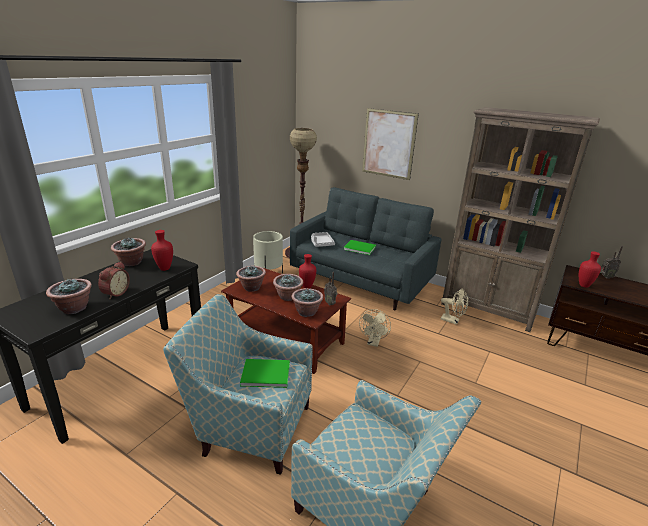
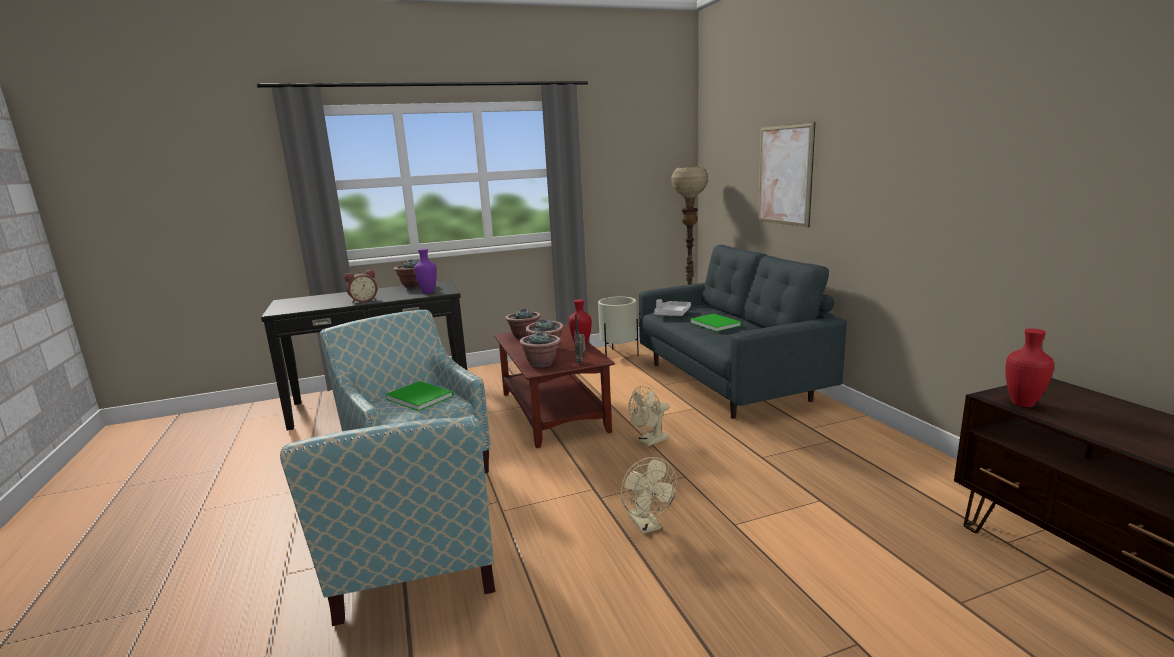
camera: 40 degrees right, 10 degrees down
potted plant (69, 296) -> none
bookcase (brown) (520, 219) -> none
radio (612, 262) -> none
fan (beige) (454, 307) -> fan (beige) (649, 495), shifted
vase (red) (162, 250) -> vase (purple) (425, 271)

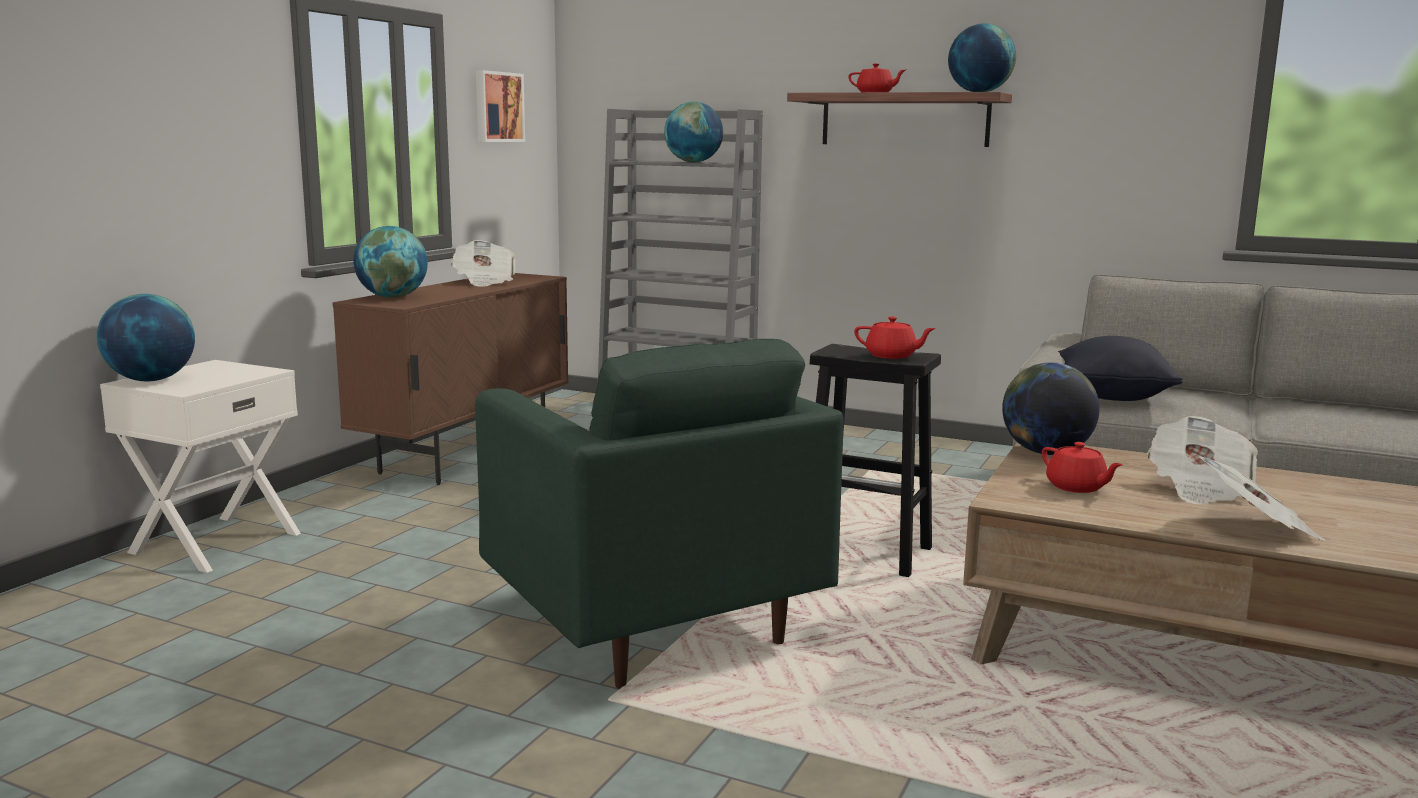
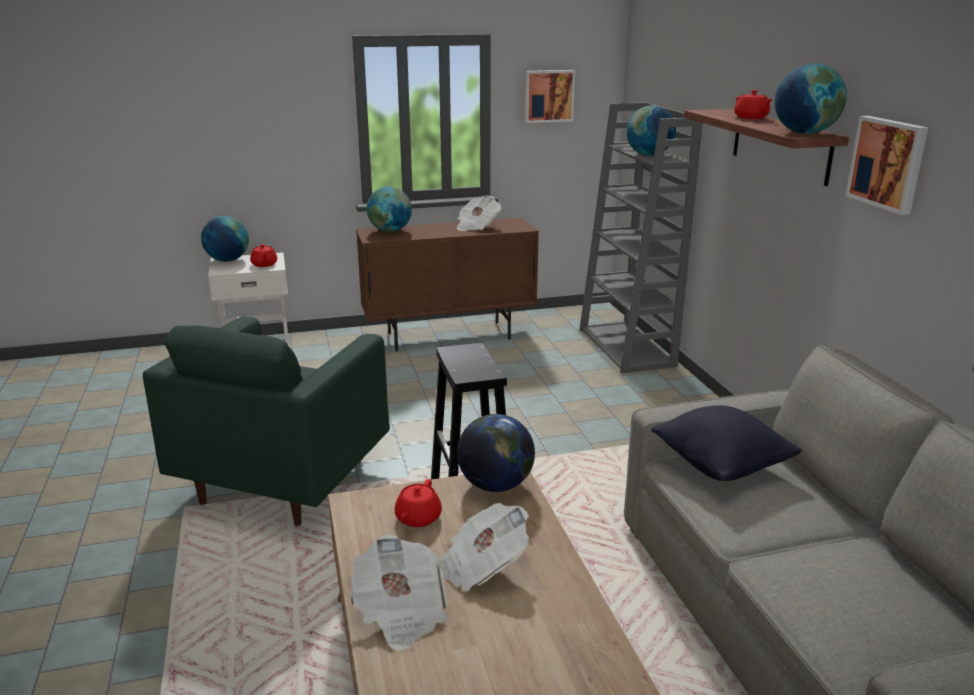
camera: 50 degrees right, 10 degrees up
none -> picture (886, 165)
teapot (red) (895, 337) -> teapot (red) (263, 255), shifted

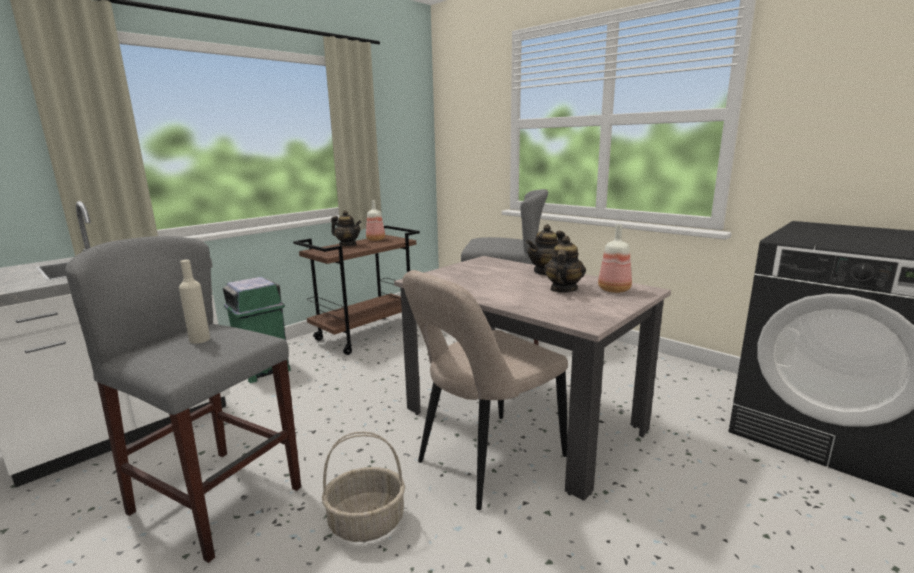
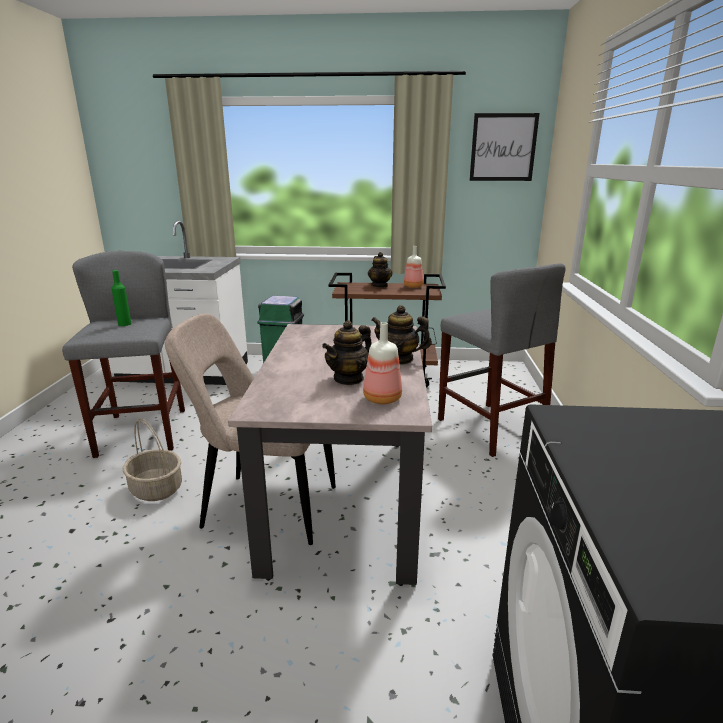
camera: 50 degrees right, 5 degrees up
none -> picture (504, 147)
bottle (beige) (194, 302) -> bottle (green) (121, 298)
teapot (565, 264) -> teapot (346, 352), 150 degrees clockwise

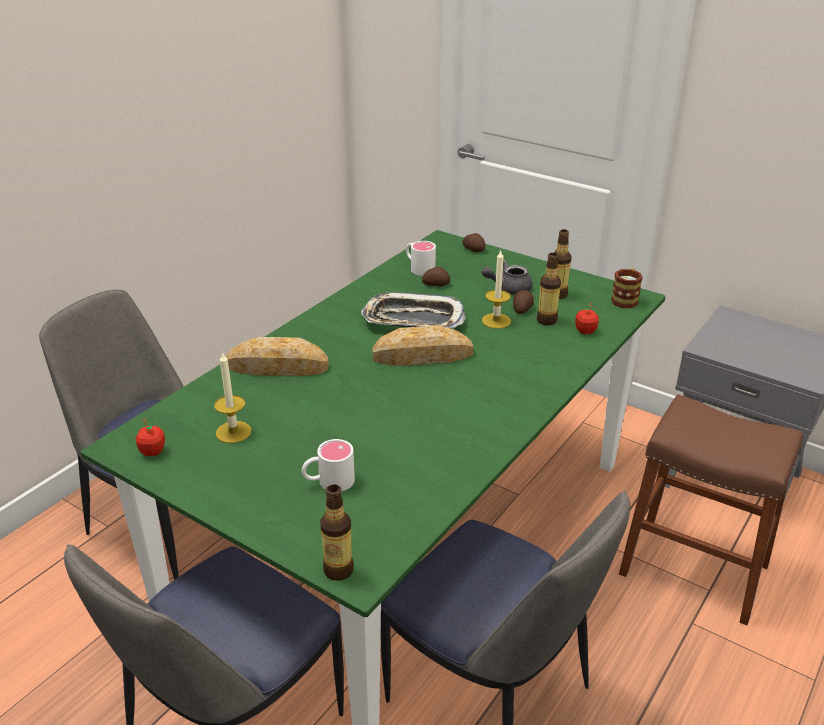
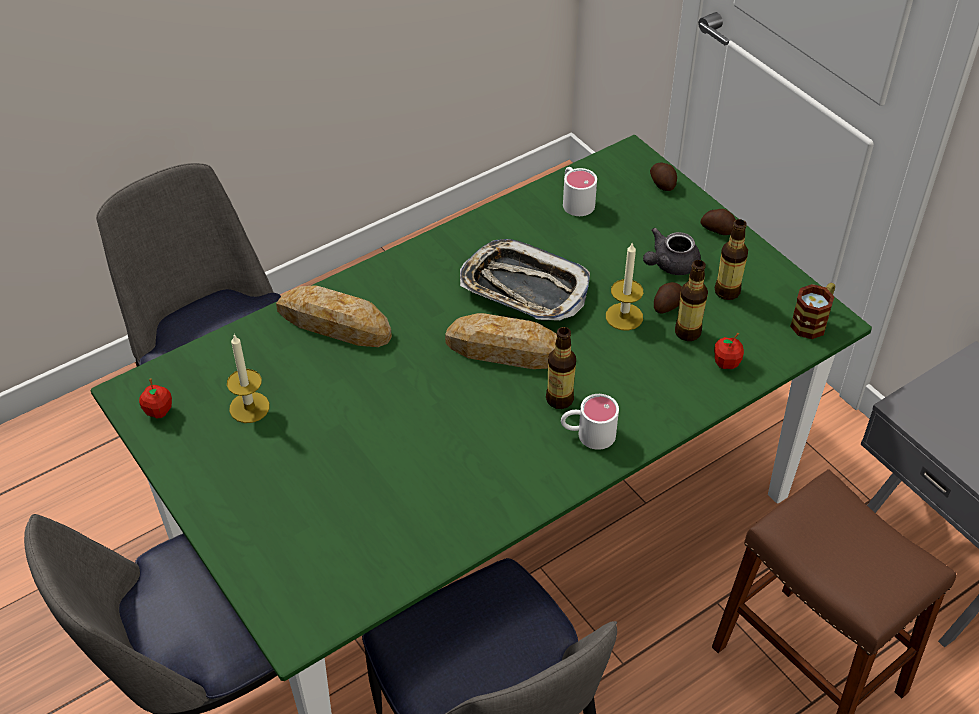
camera: 20 degrees right, 15 degrees up
mug (white) (328, 465) -> mug (white) (590, 422), shifted
bottle (337, 532) -> bottle (561, 368), shifted
potato (436, 277) -> potato (718, 222), shifted
teapot (grey) (507, 277) -> teapot (grey) (672, 251), 45 degrees counterclockwise

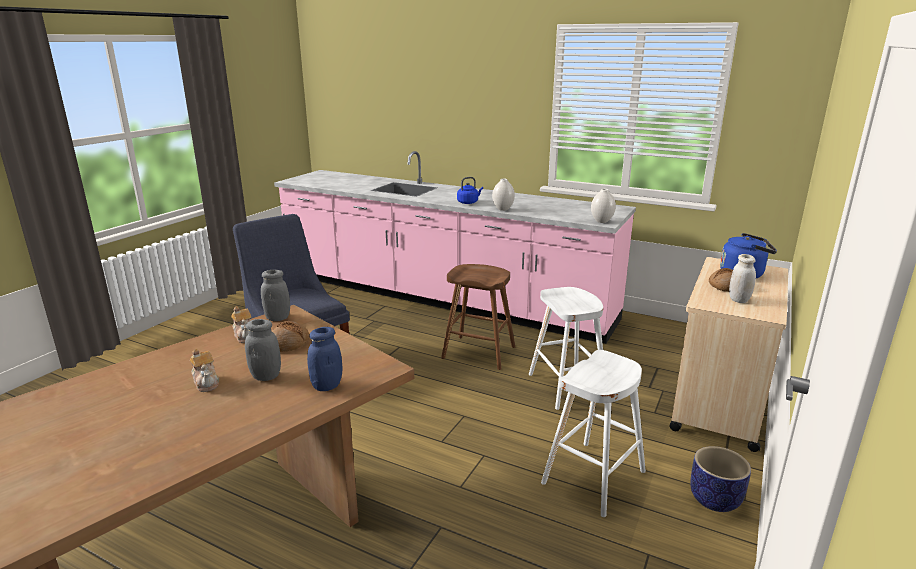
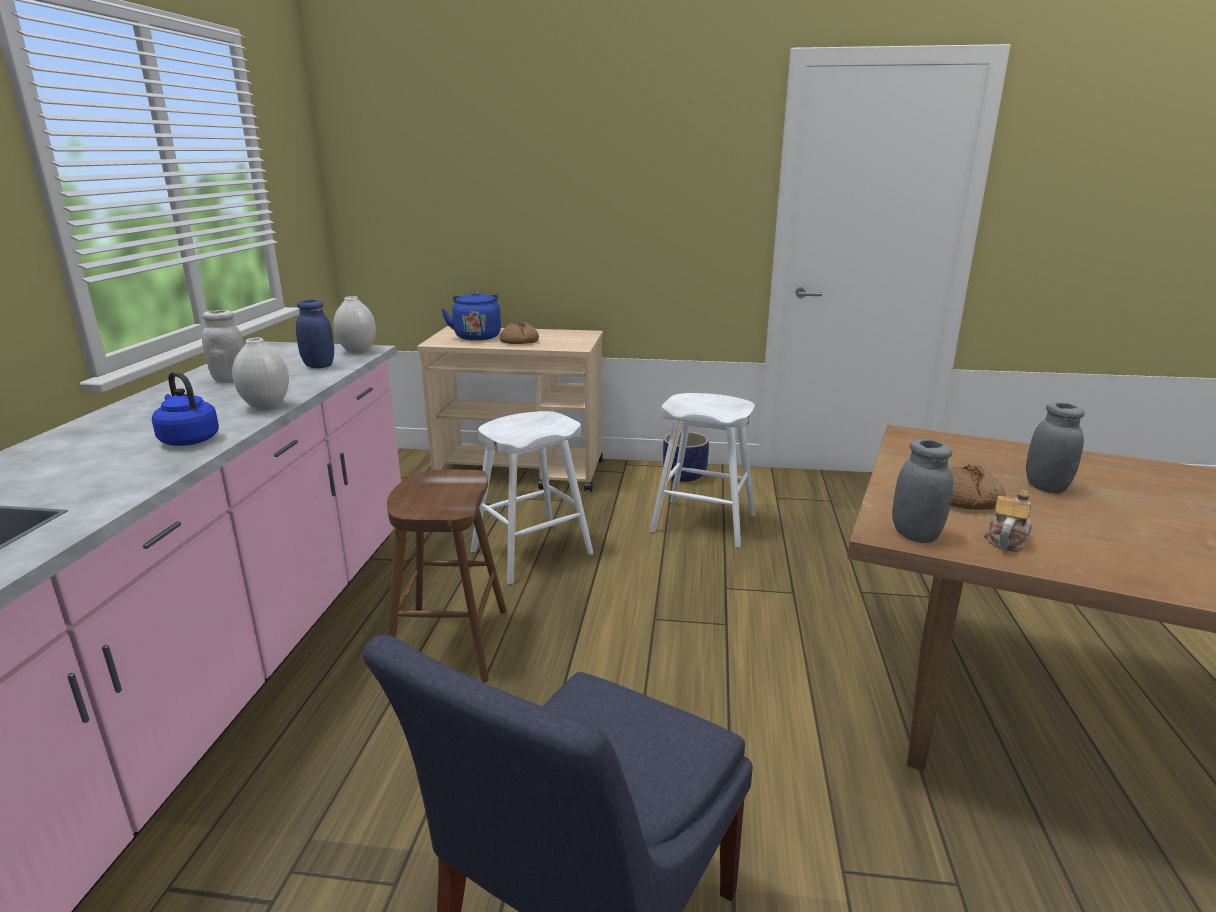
camera: 110 degrees left, 0 degrees up
teapot (204, 370) -> none
jar (blue) (325, 359) -> jar (blue) (315, 334), shifted
jar (white) (742, 278) -> jar (white) (223, 346), shifted

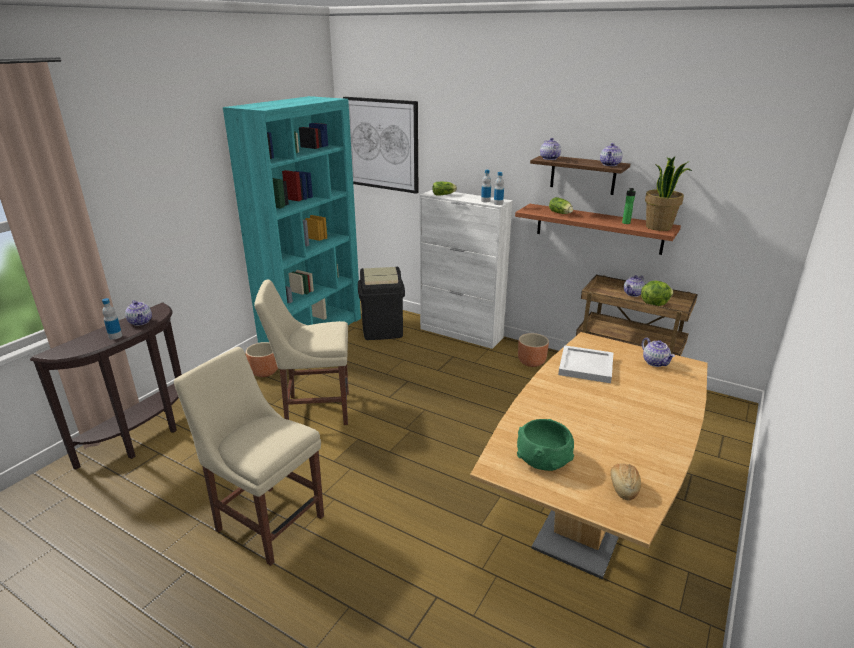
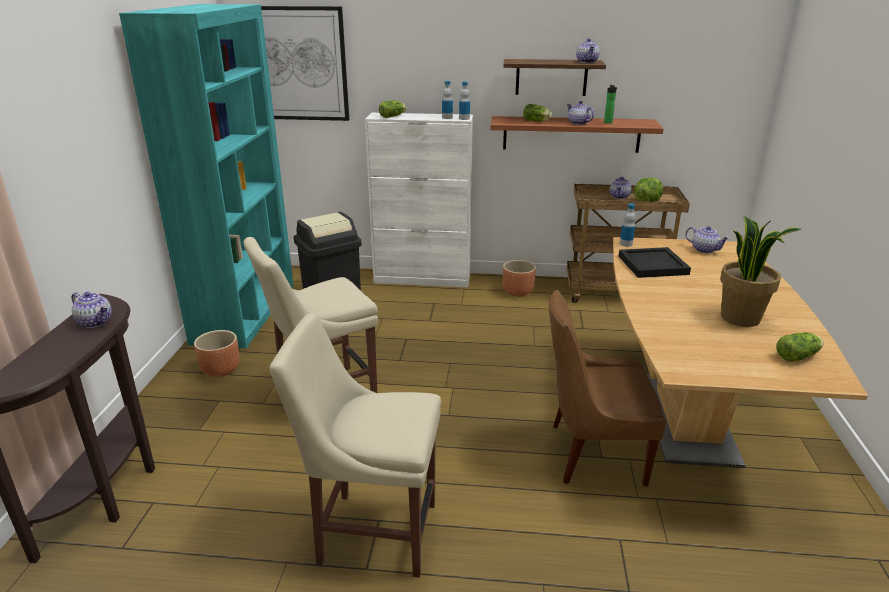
camera: 25 degrees left, 0 degrees up
bowl (green) (545, 445) -> none
none -> chair (brown) (607, 388)
bottle (112, 318) -> bottle (628, 225), shifted
teapot (550, 149) -> teapot (580, 113), shifted
potted plant (668, 194) -> potted plant (760, 271), shifted
bread (625, 481) -> lettuce (799, 347)
tray (white) (586, 364) -> tray (black) (655, 262)

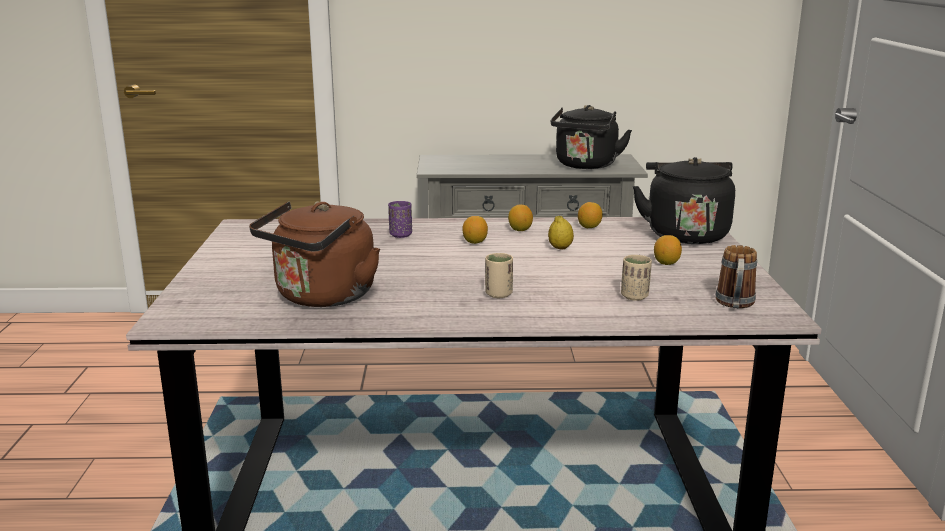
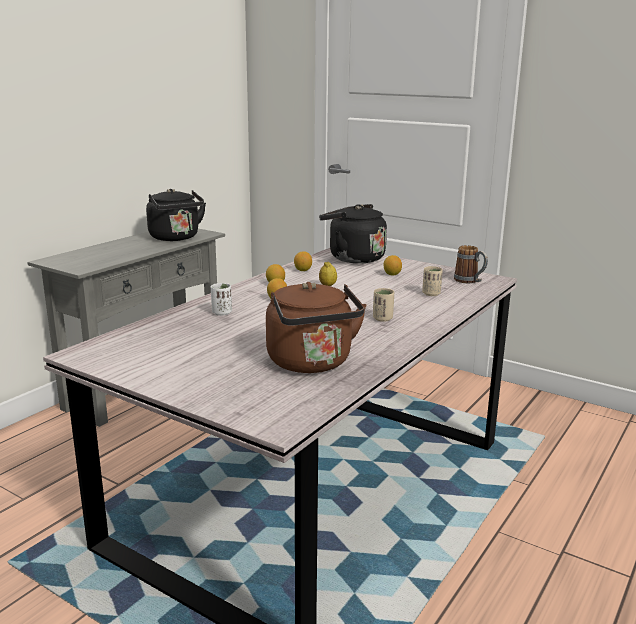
camera: 55 degrees left, 0 degrees up
cup (purple) (400, 219) -> cup (white) (221, 299)

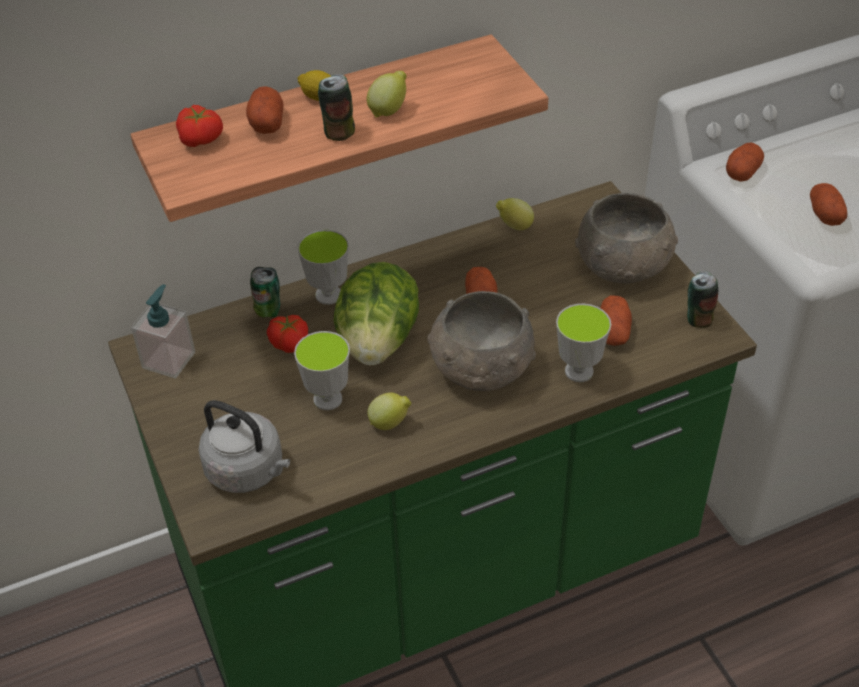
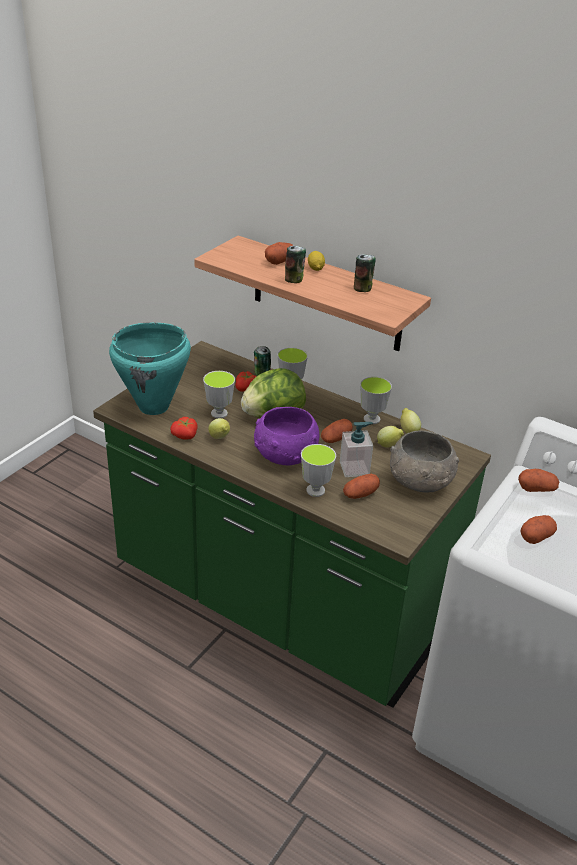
camera: 55 degrees right, 10 degrees down
none -> cup (376, 400)
soap dispenser (163, 331) -> soap dispenser (356, 449), shifted
tomato (199, 126) -> tomato (183, 428), shifted
lemon (387, 94) -> lemon (390, 437), shifted
can (702, 299) -> can (365, 273), shifted
kettle (grey) (244, 446) -> cooking pot (turquoise) (150, 368)
bowl (grey) (482, 341) -> bowl (purple) (286, 436)

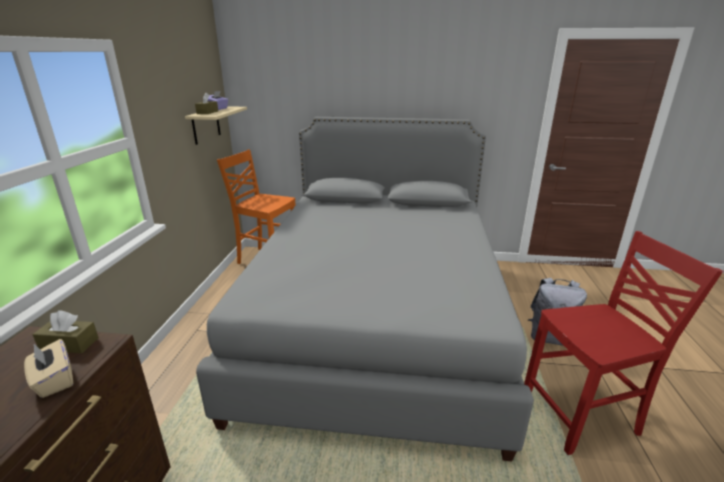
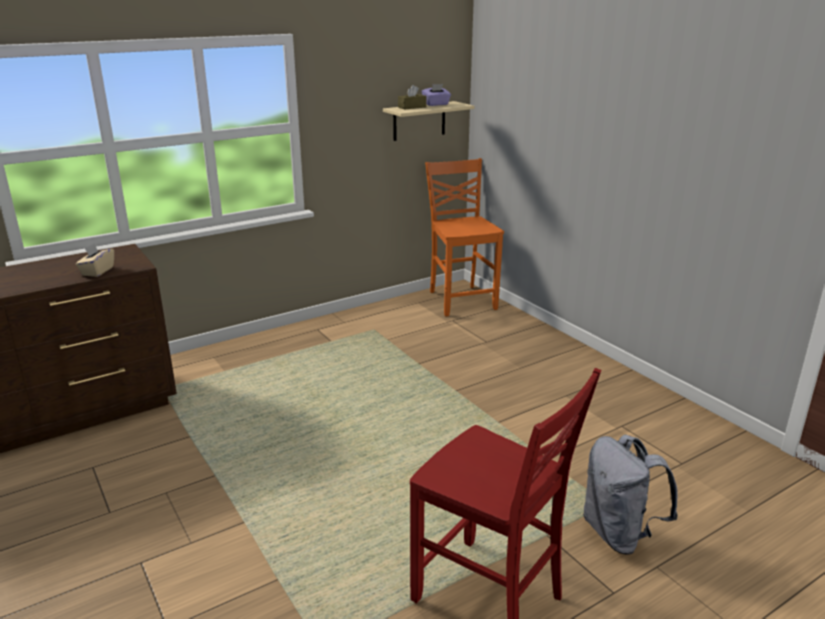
camera: 50 degrees right, 0 degrees up
tissue box (brown) (66, 331) -> none
bed (grey) (365, 289) -> none

